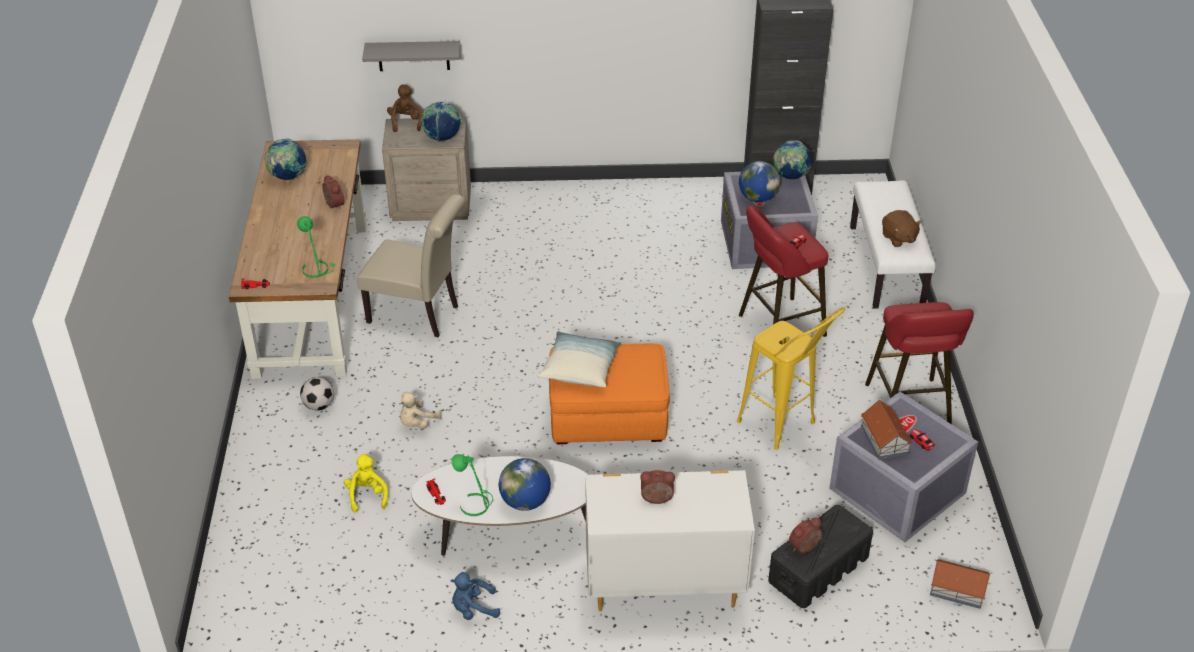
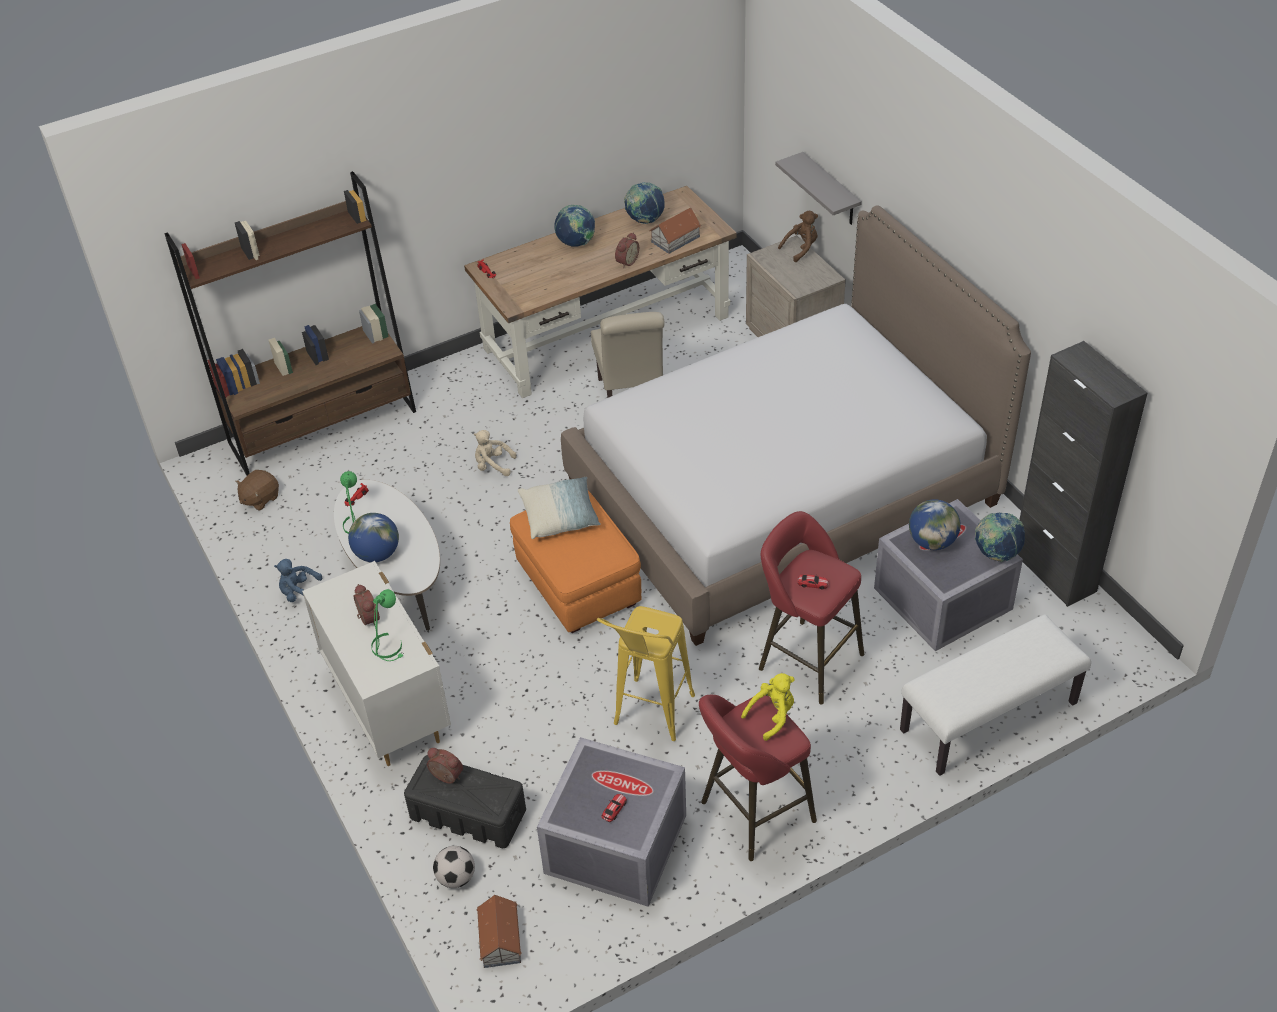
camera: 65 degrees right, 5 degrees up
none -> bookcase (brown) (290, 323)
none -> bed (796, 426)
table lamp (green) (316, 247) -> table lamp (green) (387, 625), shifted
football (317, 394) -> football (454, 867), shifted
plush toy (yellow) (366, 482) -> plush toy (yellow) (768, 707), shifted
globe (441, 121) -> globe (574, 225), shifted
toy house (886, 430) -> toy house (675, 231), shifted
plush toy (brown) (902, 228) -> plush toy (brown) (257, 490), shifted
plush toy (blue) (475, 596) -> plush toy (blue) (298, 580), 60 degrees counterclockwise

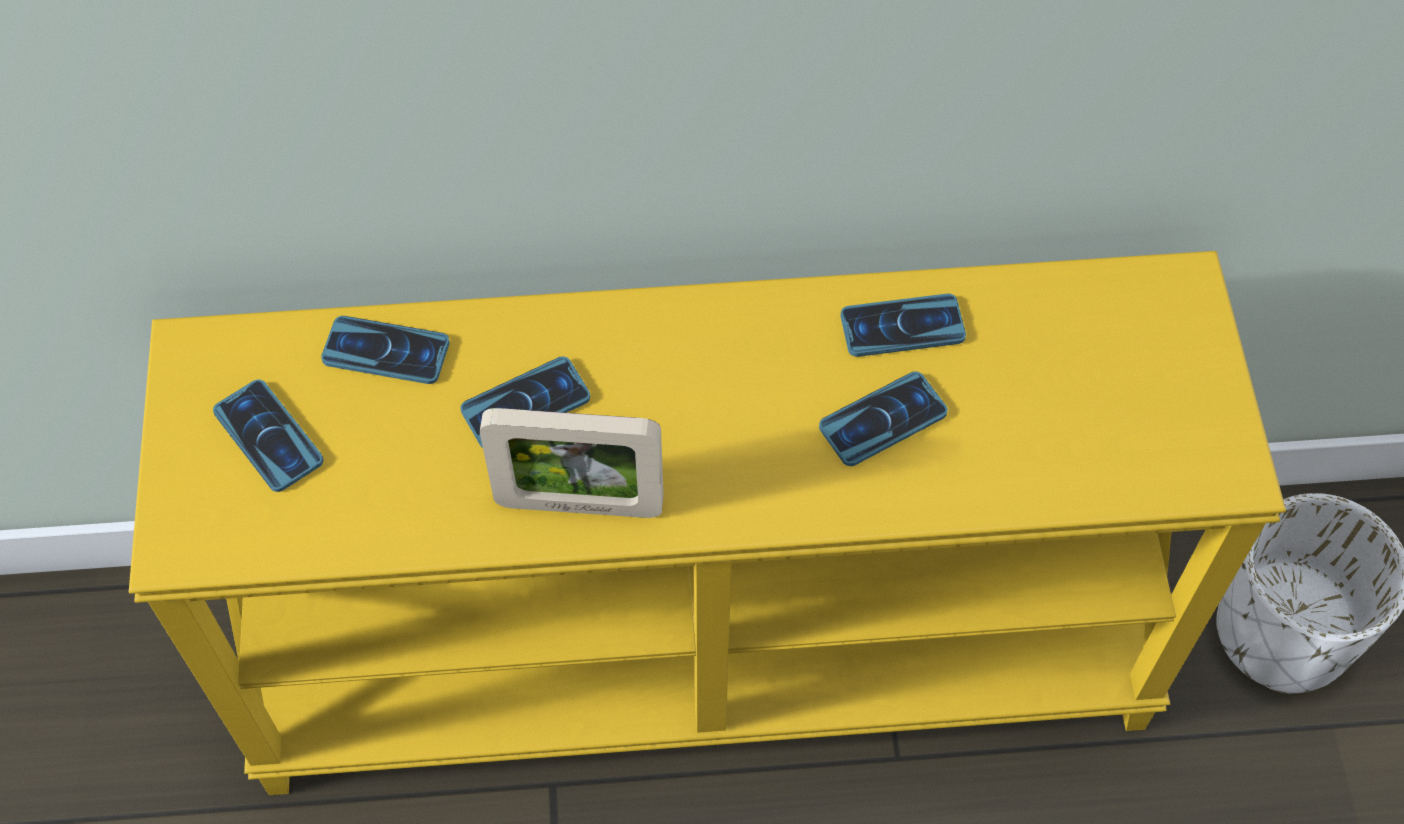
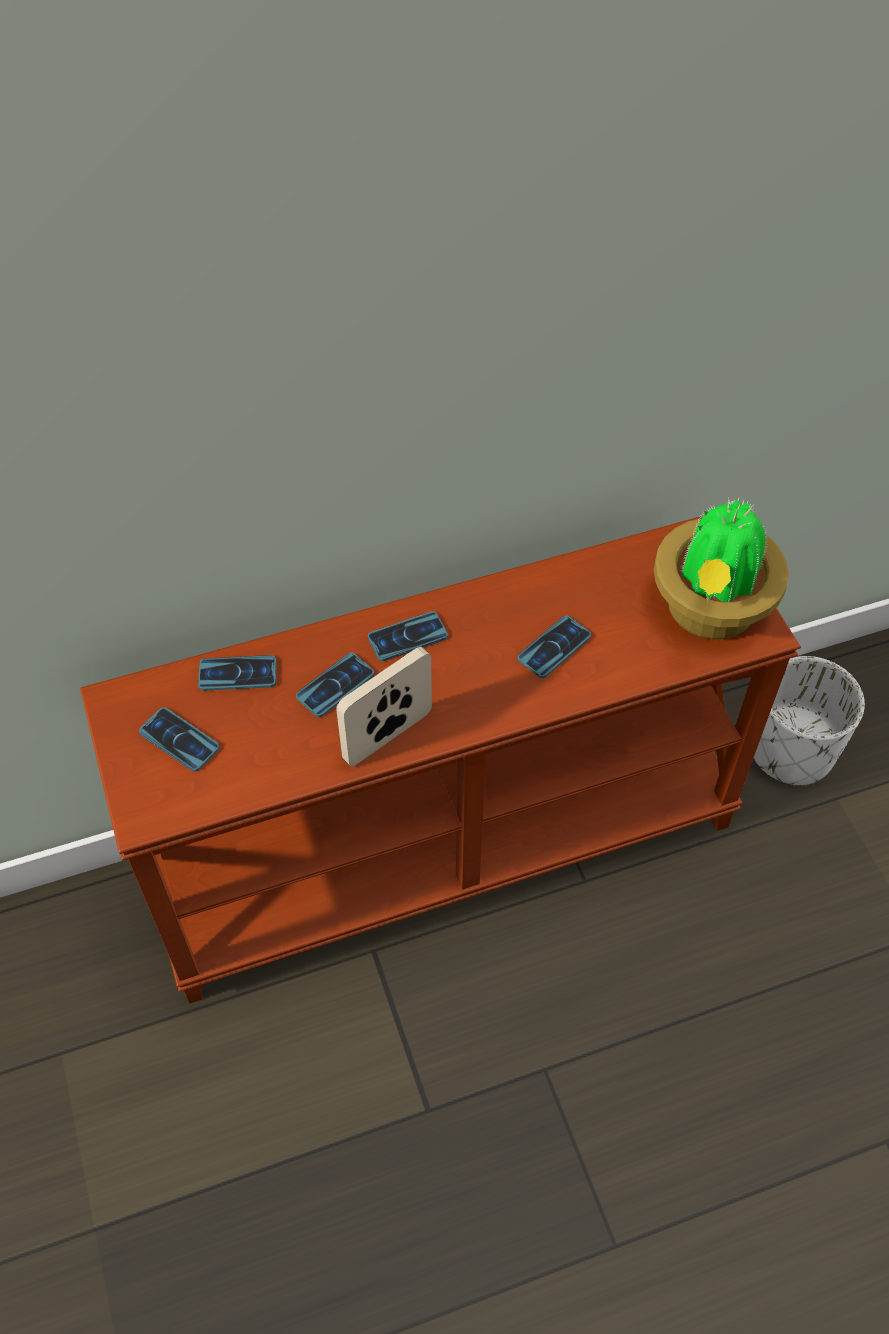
camera: 15 degrees left, 5 degrees down
none -> potted plant (721, 567)
phone (903, 325) -> phone (408, 636), shifted
console table (yellow) (707, 523) -> console table (brown) (440, 760)
picture frame (572, 463) -> picture frame (384, 706), 150 degrees clockwise

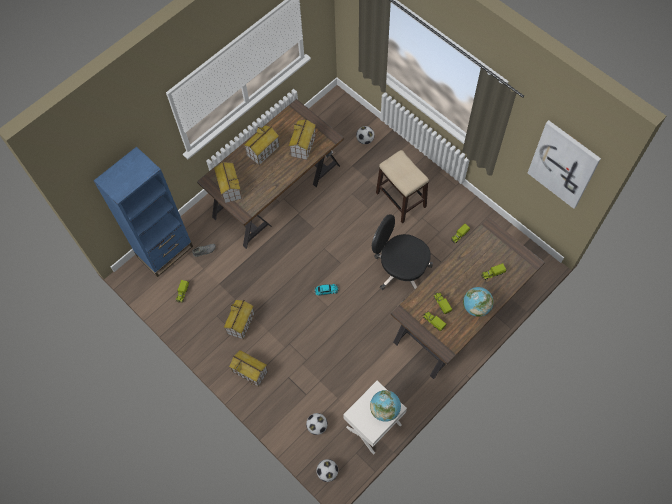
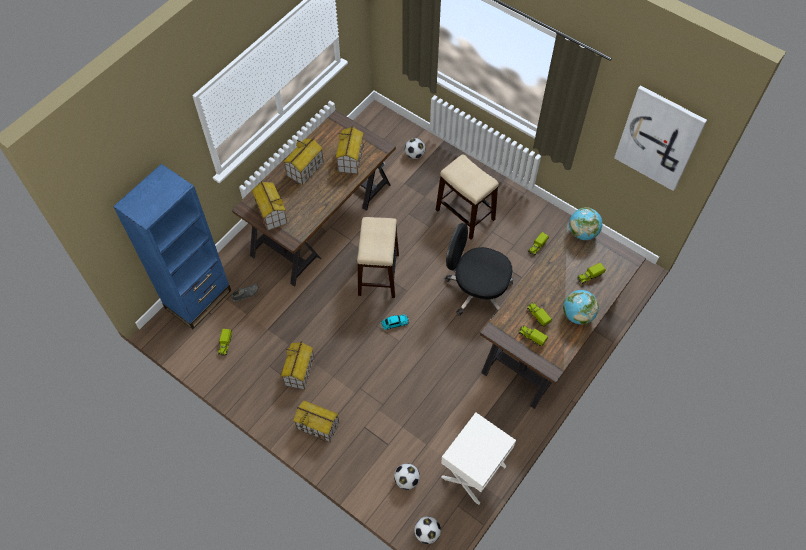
camera: 10 degrees left, 5 degrees down
none -> stool (378, 257)
globe (385, 406) -> globe (585, 223), shifted

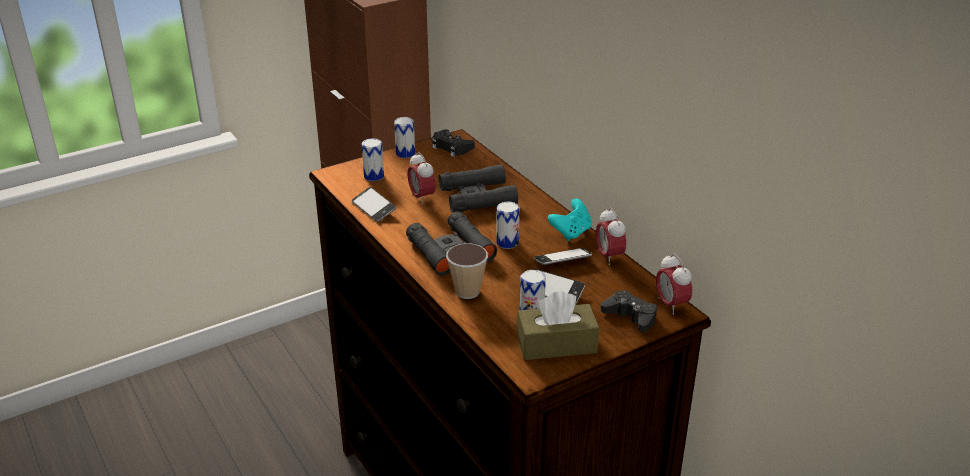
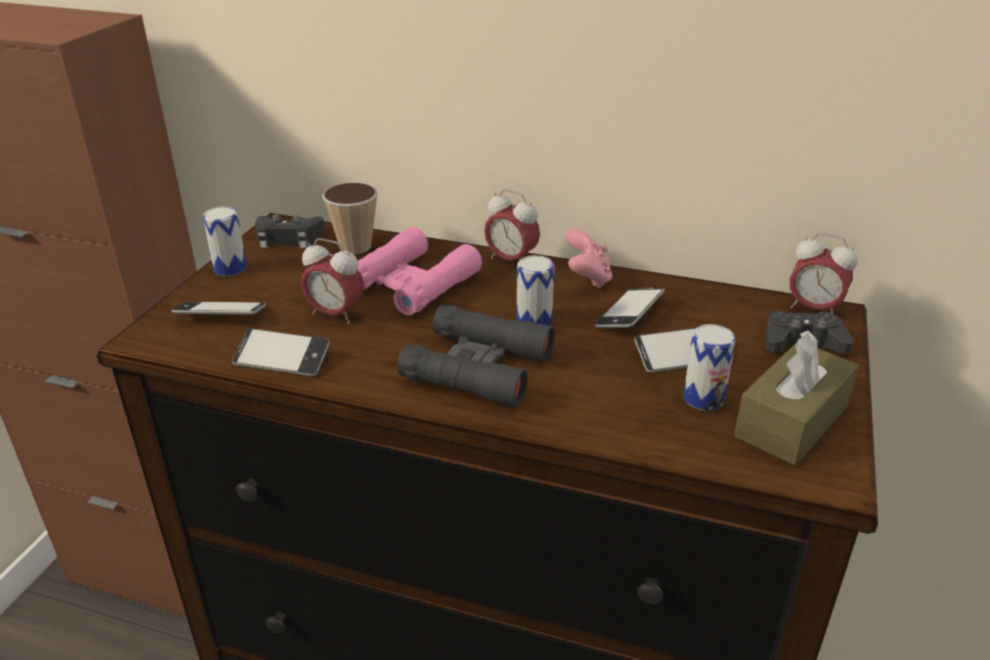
camera: 40 degrees left, 0 degrees up
cup (467, 271) -> cup (350, 218), shifted
alarm clock (611, 236) -> alarm clock (512, 225), shifted
can (373, 159) -> phone (218, 308)
binoculars (black) (478, 188) -> binoculars (pink) (420, 271)
game controller (turquoise) (570, 219) -> game controller (pink) (588, 258)

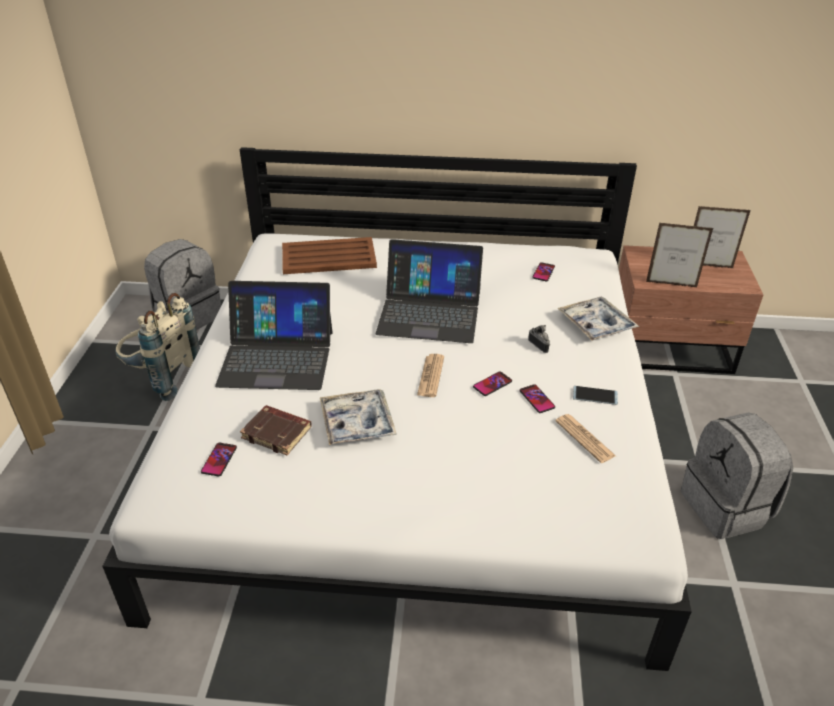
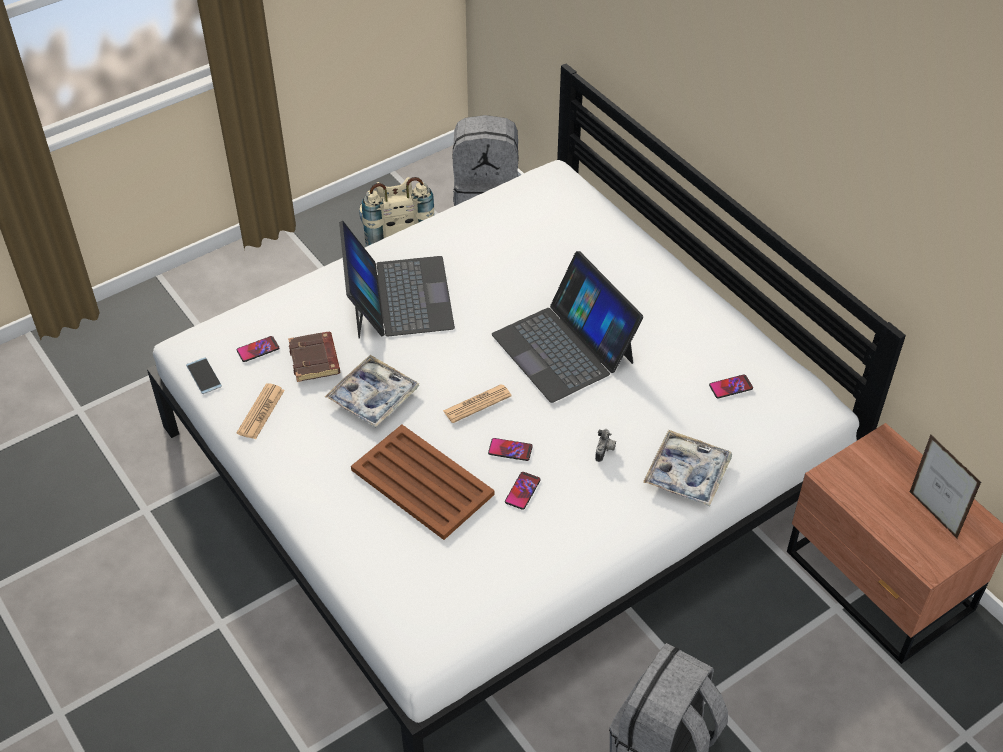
camera: 50 degrees right, 10 degrees up
picture frame (679, 255) -> none
tray (brown) (329, 255) -> tray (brown) (423, 482), shifted
newspaper (585, 438) -> newspaper (261, 411), shifted
phone (595, 395) -> phone (204, 375), shifted
laptop (274, 335) -> laptop (397, 280), 150 degrees counterclockwise

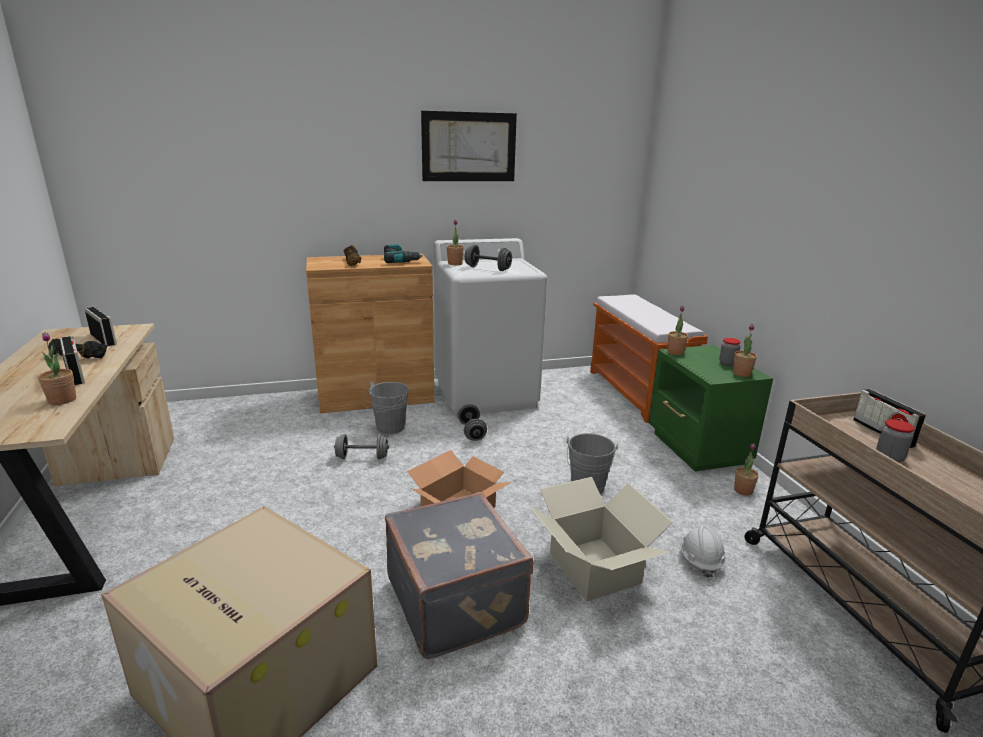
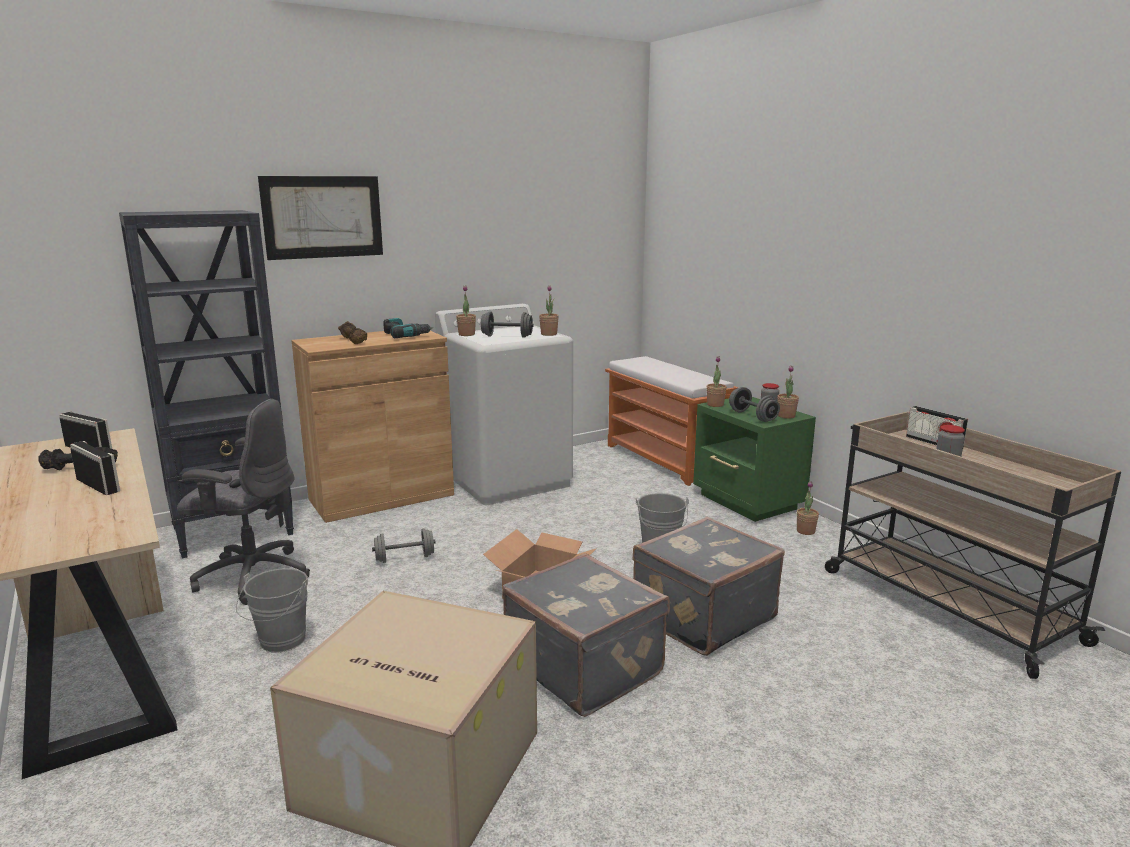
camera: 15 degrees left, 5 degrees down
hard hat (white) (703, 551) -> none
none -> bookcase (black) (206, 384)
none -> office chair (grey) (243, 502)
potted plant (57, 368) -> potted plant (549, 310), shifted
bucket (grey) (386, 407) -> bucket (grey) (272, 610), shifted
picture (469, 146) -> picture (320, 218), shifted
dumbbell (grey) (472, 422) -> dumbbell (grey) (754, 404), shifted
cardboard box (601, 539) -> suitcase (grey) (709, 586)

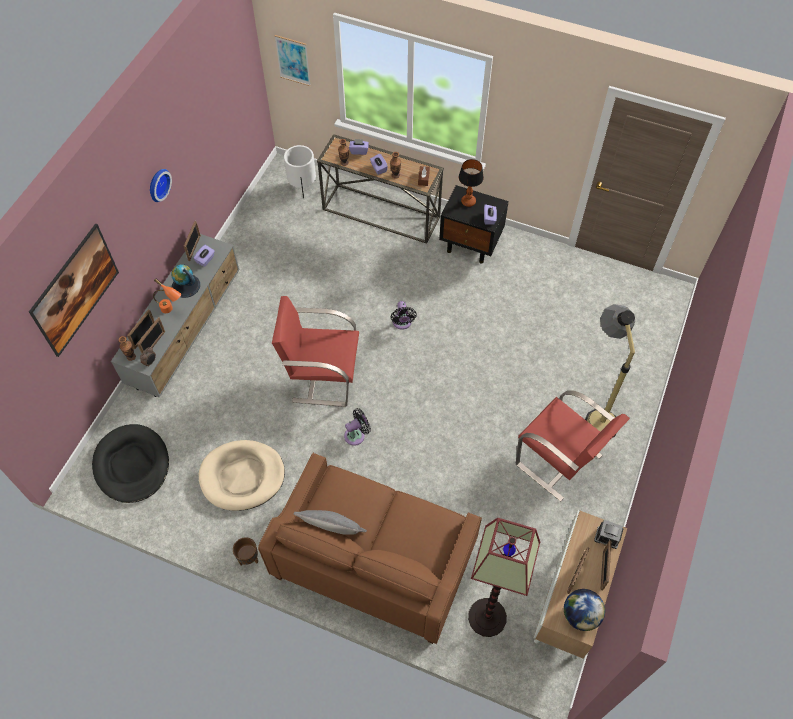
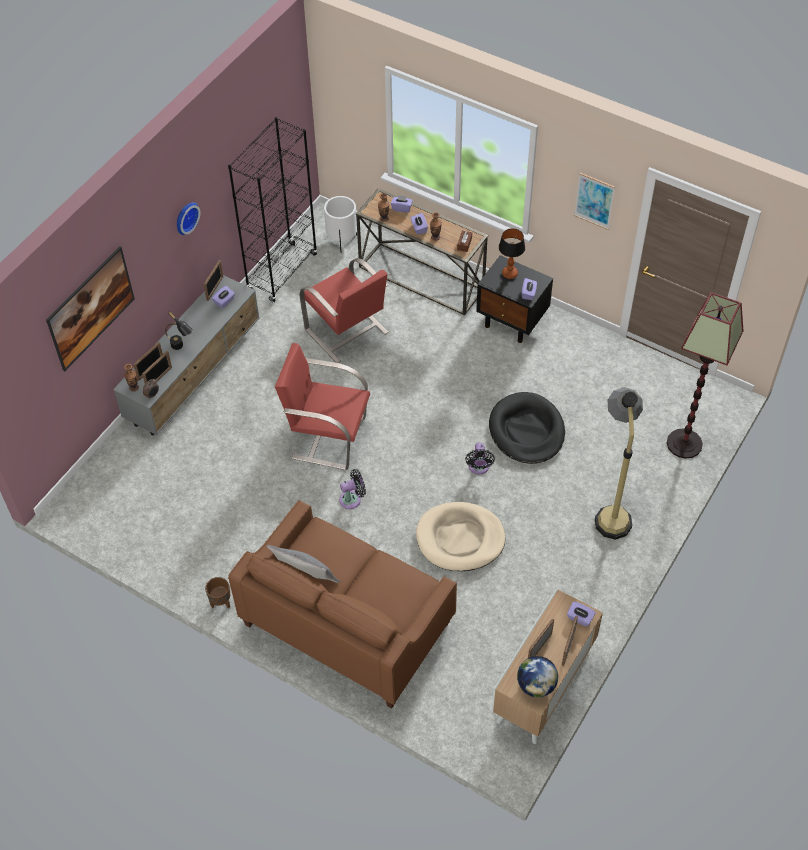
camera: 10 degrees right, 5 degrees down
globe (185, 281) -> none
none -> bookcase (black) (273, 209)
dog bed (black) (130, 463) -> dog bed (black) (527, 428), shifted
dog bed (beige) (242, 475) -> dog bed (beige) (460, 536), shifted
picture (292, 60) -> picture (594, 201), shifted
fan (black) (404, 315) -> fan (black) (480, 458), shifted
floor lamp (504, 577) -> floor lamp (705, 375), shifted
armchair (red) (573, 446) -> armchair (red) (344, 310), shifted
alarm clock (609, 534) -> tissue box (purple) (581, 614)
table lamp (orange) (167, 296) -> table lamp (black) (179, 330)

